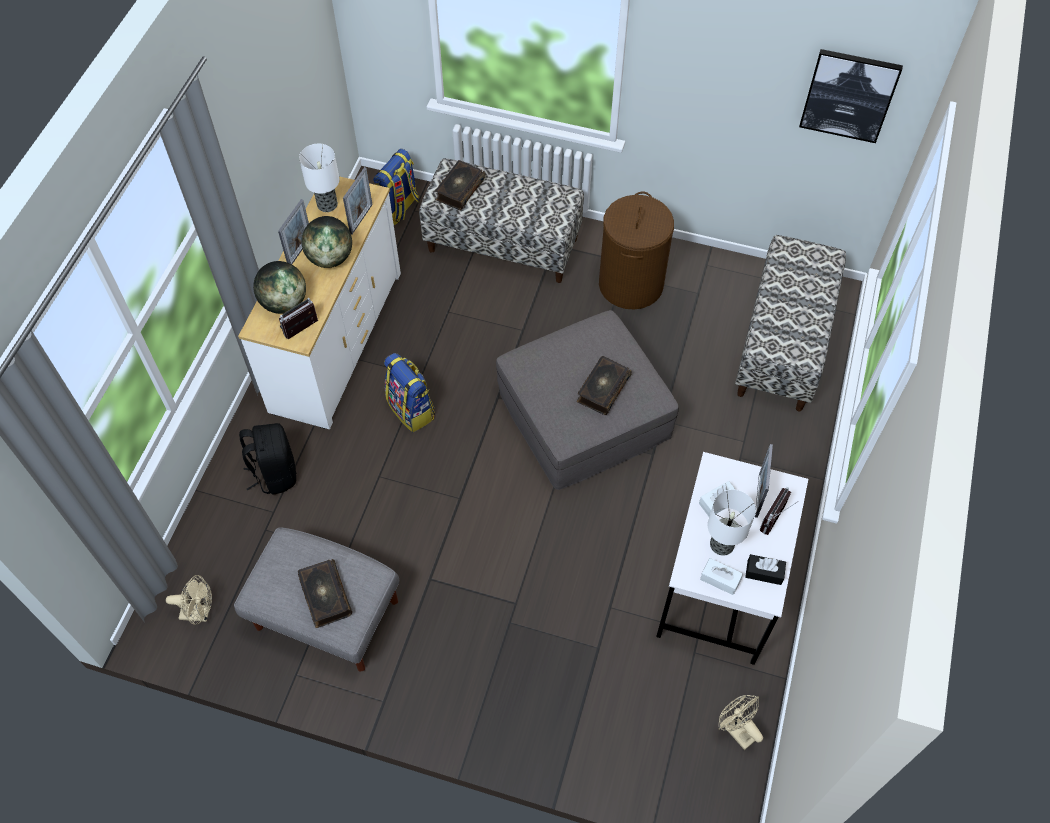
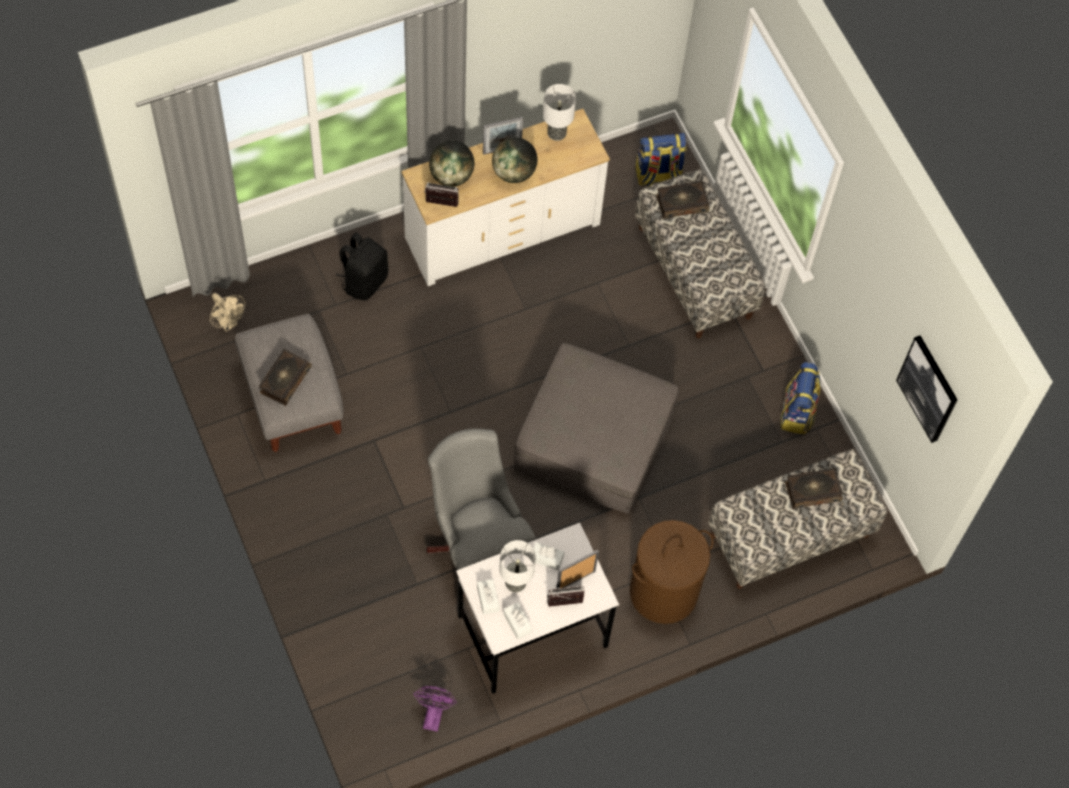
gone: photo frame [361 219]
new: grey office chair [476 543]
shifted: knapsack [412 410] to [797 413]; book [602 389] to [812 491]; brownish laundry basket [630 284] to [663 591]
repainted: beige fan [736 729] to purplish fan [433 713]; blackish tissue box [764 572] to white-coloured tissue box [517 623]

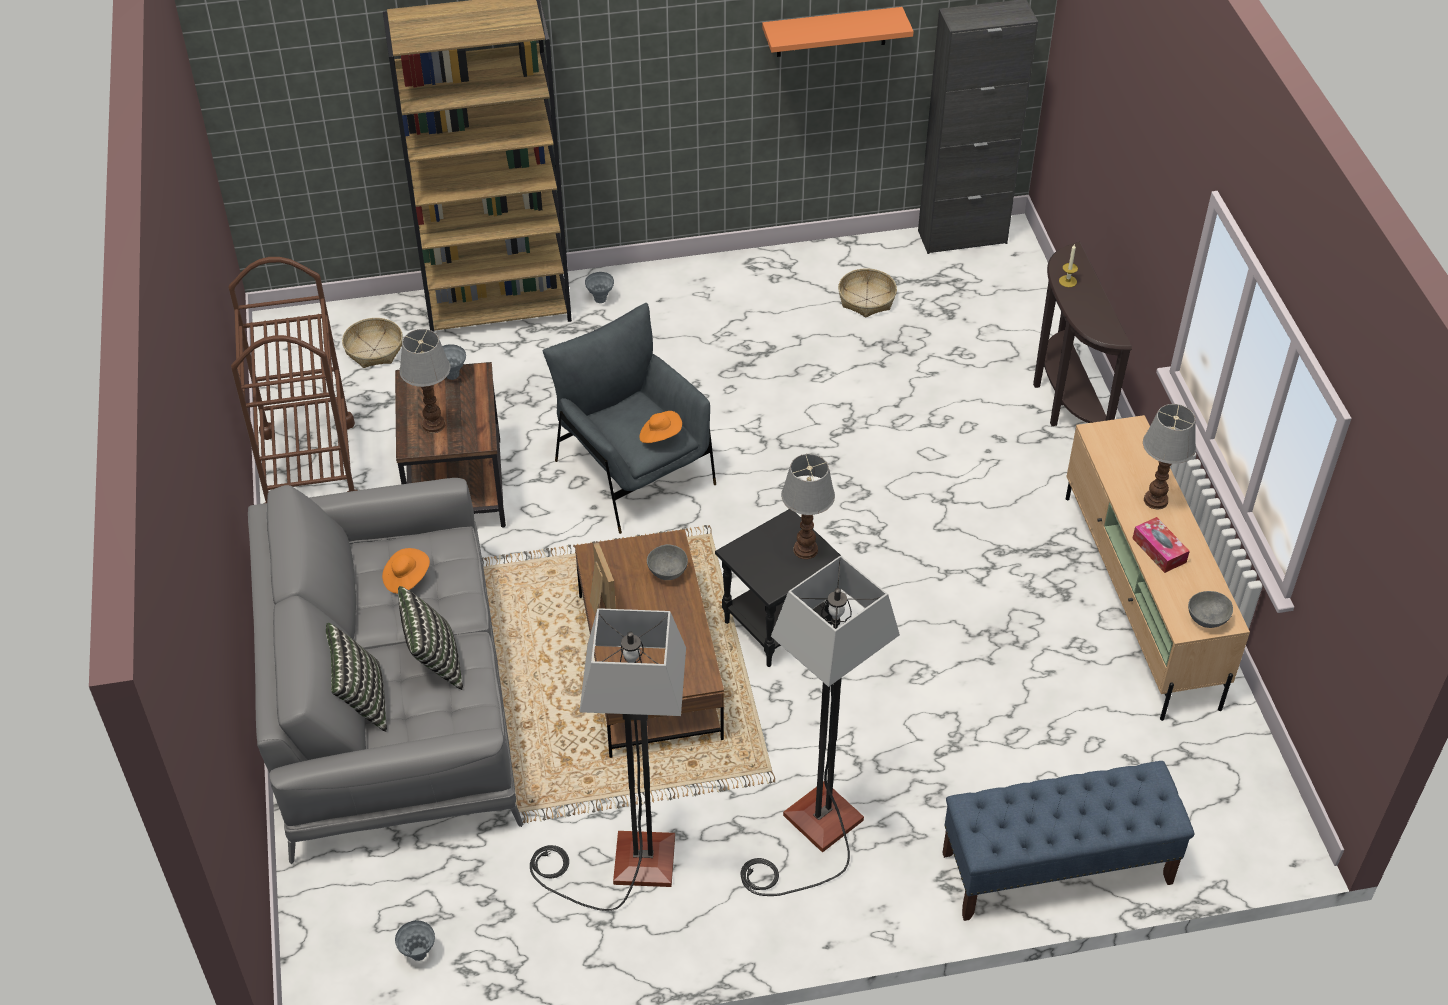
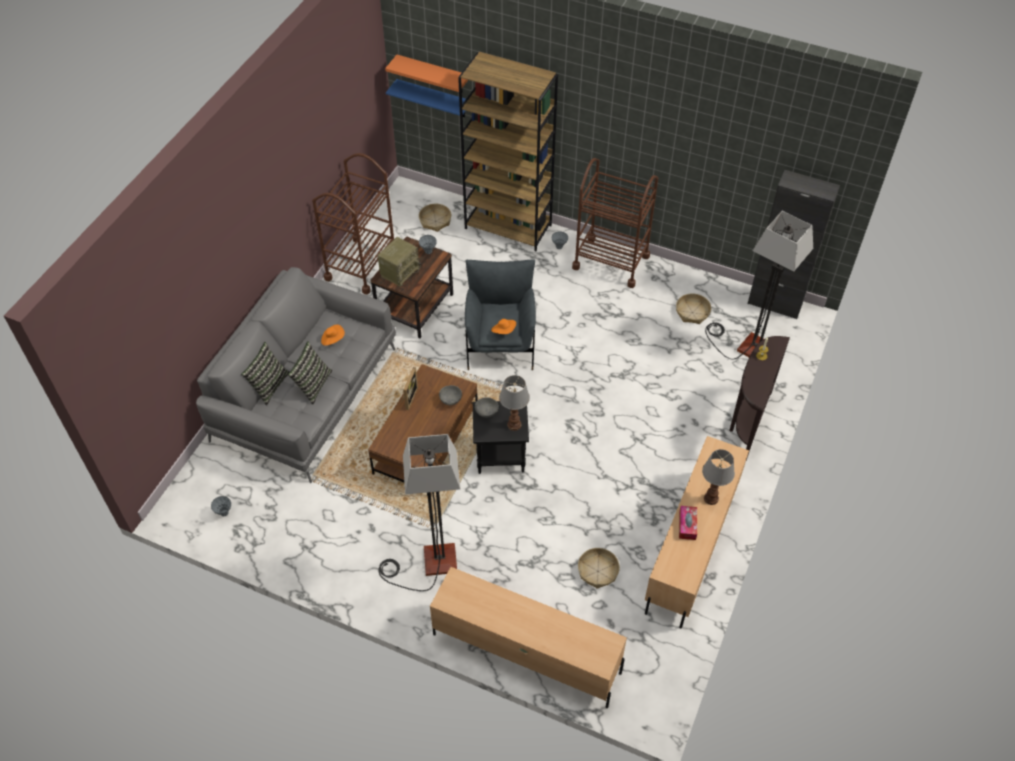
new: bluish wall shelf [434 98]; brownish wheeled cart [611 262]; basket [597 571]
shifted: standard lamp [622 865] to [745 346]; orangey wall shelf [831 32] to [433 74]; grey serving bowl [1208 619] to [487 413]
swapped: table lamp [433 424] to radio [400 271]; bluish indoor bench [1056 868] to beige tv unit [525 652]

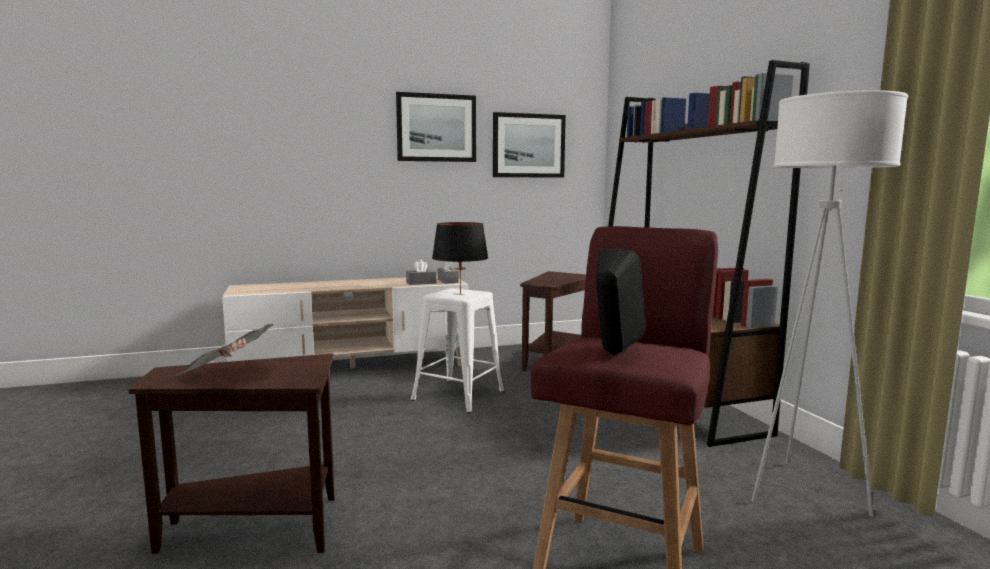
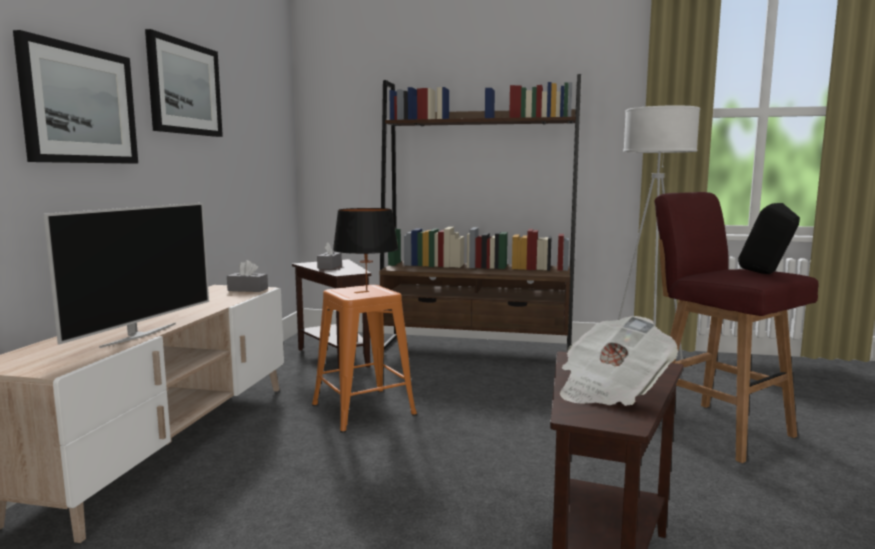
new: TV [139 335]
shifted: grey tissue box [421 283] to [329 266]; wall picture [528 146] to [80 105]
repainted: white-coloured sitting stool [458 395] to orangey sitting stool [363 409]

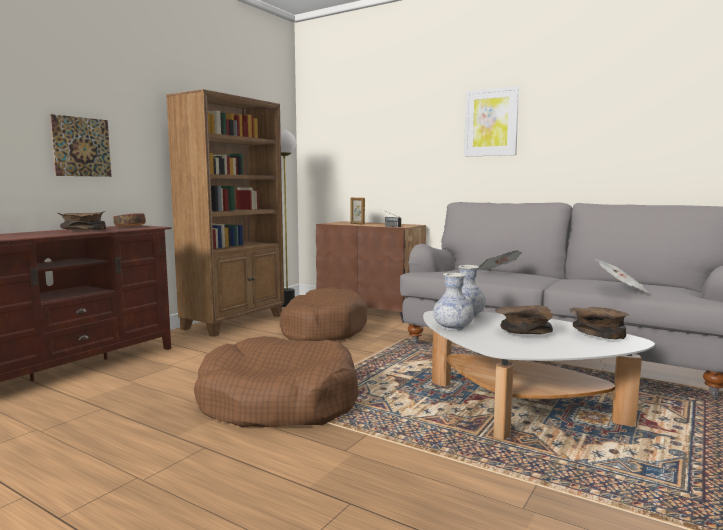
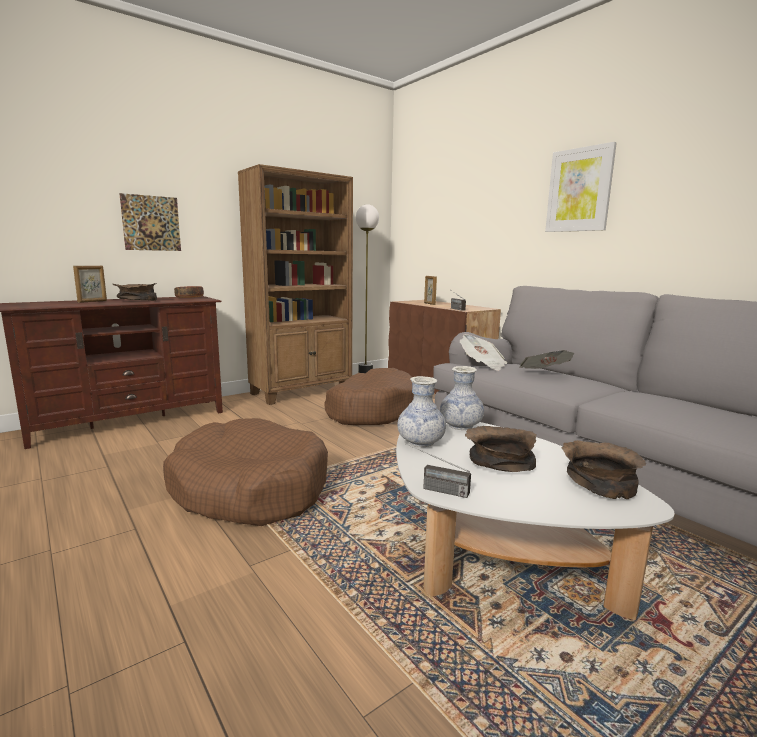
new: photo frame [93 301]; radio [434 489]
shifted: daily paper [621 289] to [482 365]

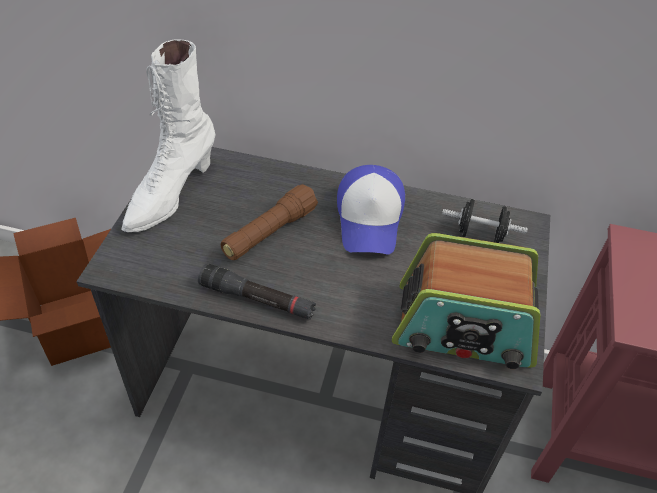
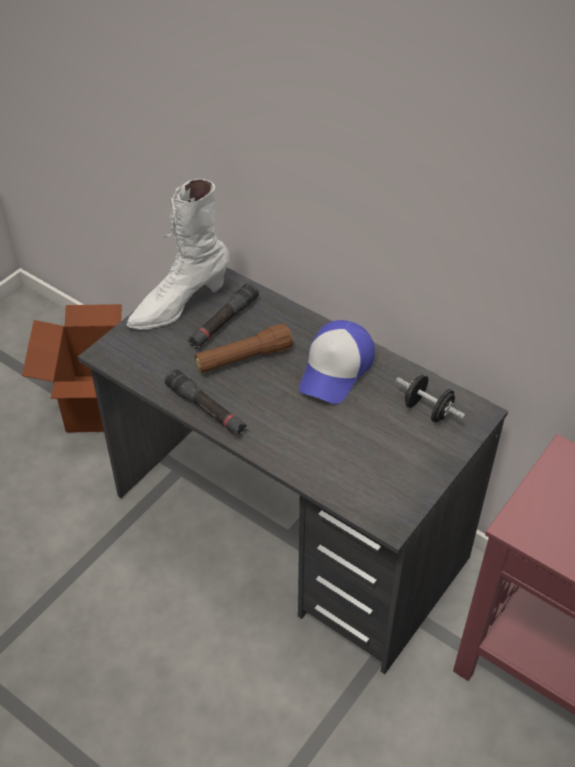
gone: radio [463 327]
new: blackish hand torch [223 322]

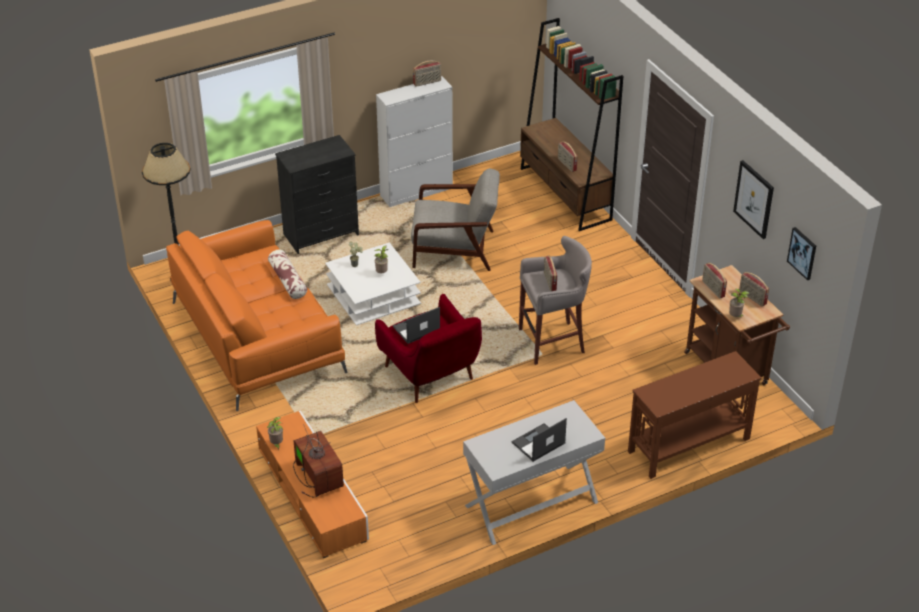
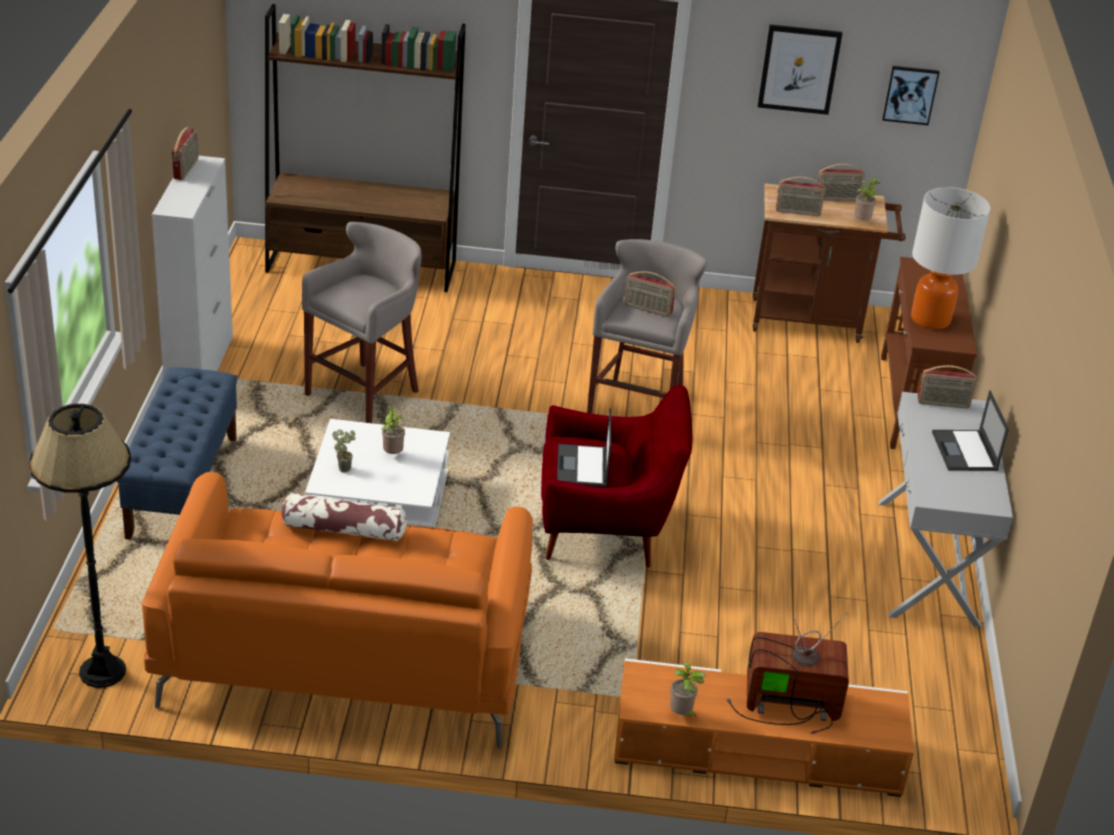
new: table lamp [931 319]
shifted: radio [566 164] to [943 404]
swapped: blackish drawer chest [321 235] to bluish indoor bench [183 487]; grey lounge chair [455 249] to grey sitting stool [365 393]

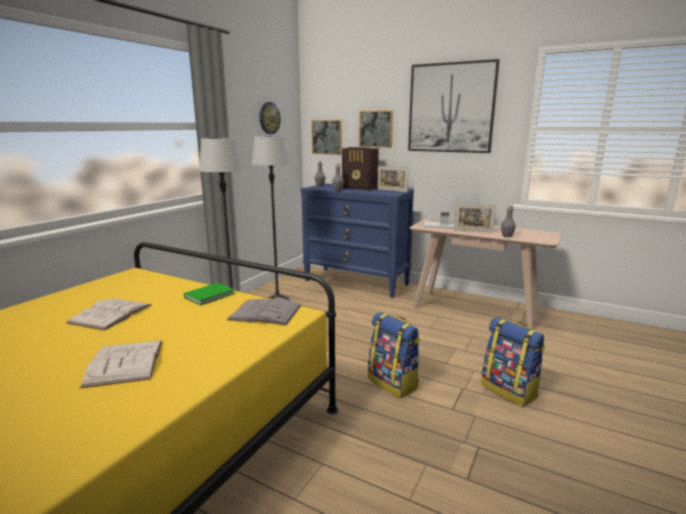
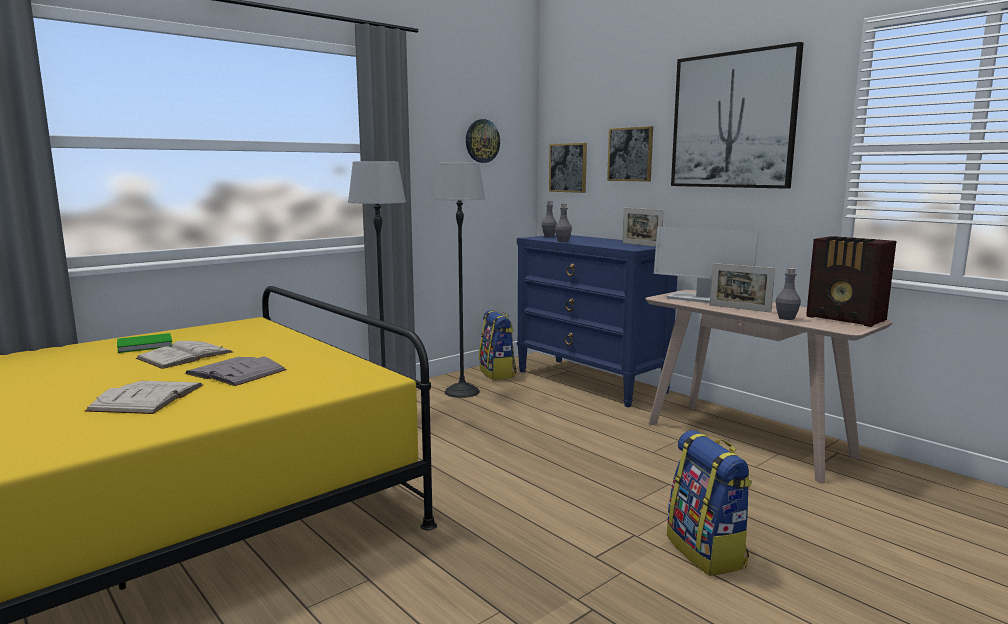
shifted: green-coloured book [211 295] to [146 345]; grey book [265 313] to [236 372]; radio [360 188] to [846 319]; knapsack [393 383] to [498 373]

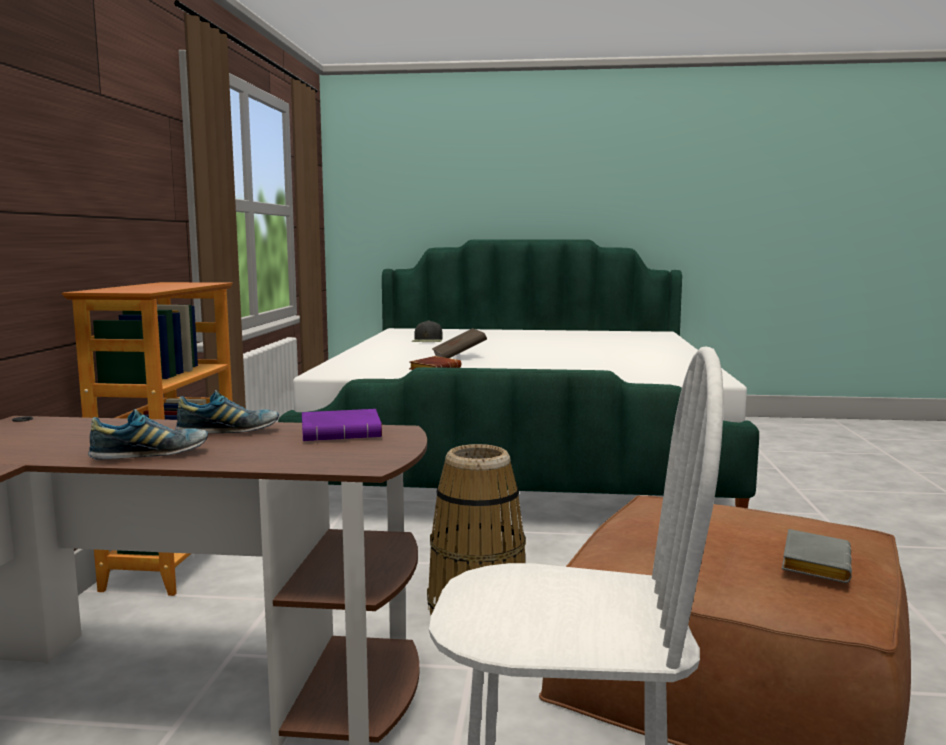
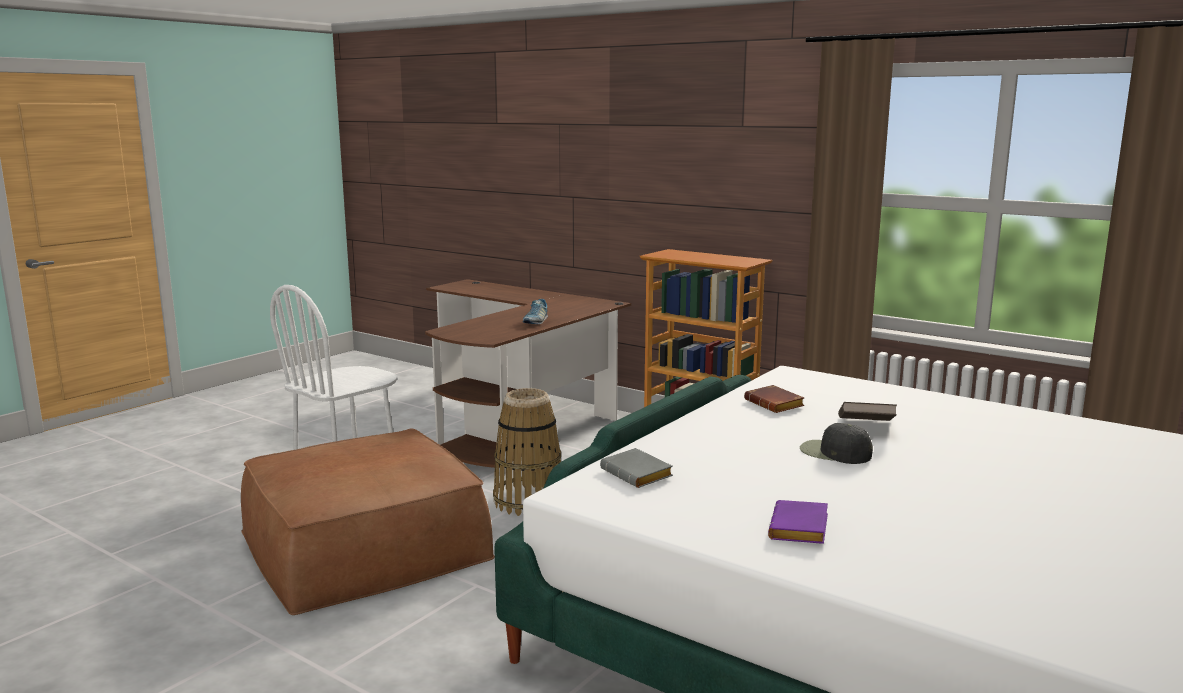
gone: low shoe [151 455]
shifted: purplish book [343 433] to [801 530]; blackish peaked cap [427 340] to [834 453]; grey book [813 562] to [639 474]

